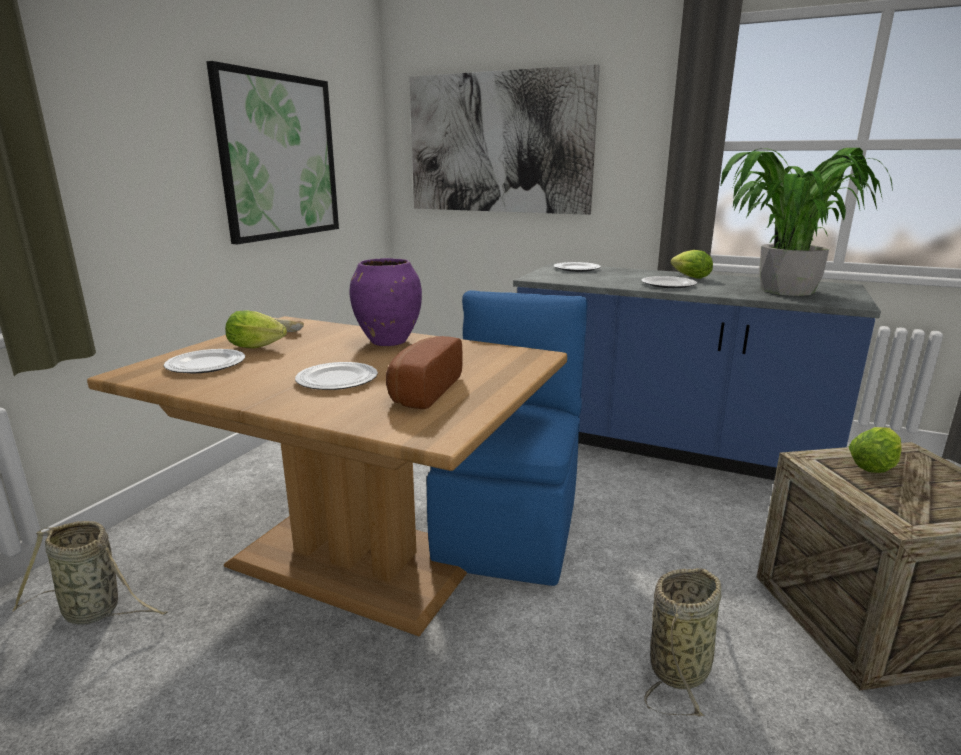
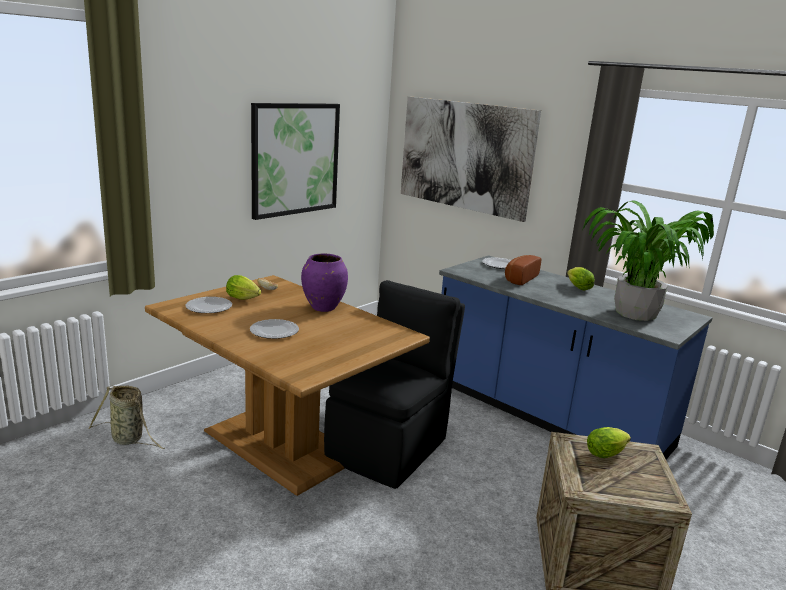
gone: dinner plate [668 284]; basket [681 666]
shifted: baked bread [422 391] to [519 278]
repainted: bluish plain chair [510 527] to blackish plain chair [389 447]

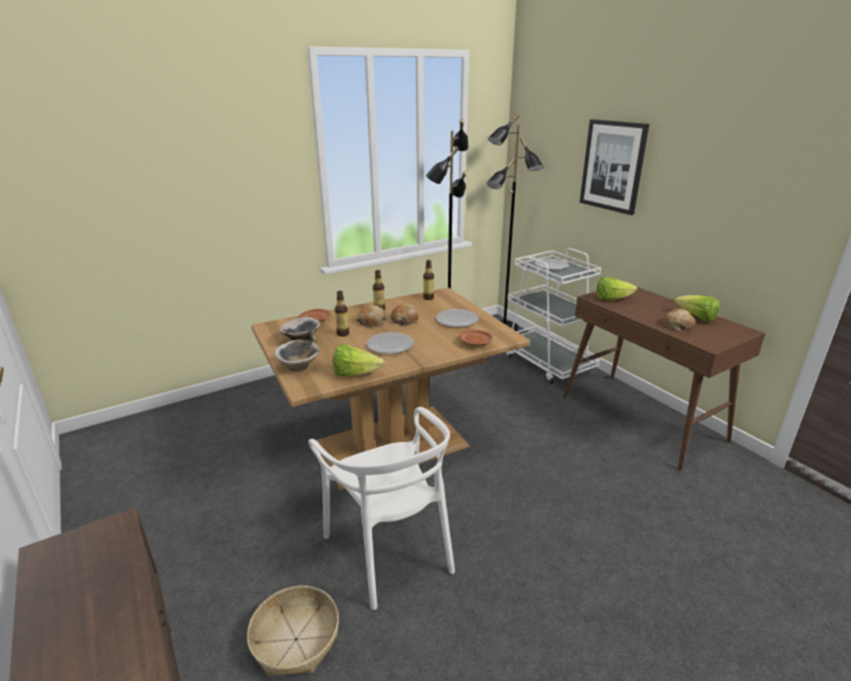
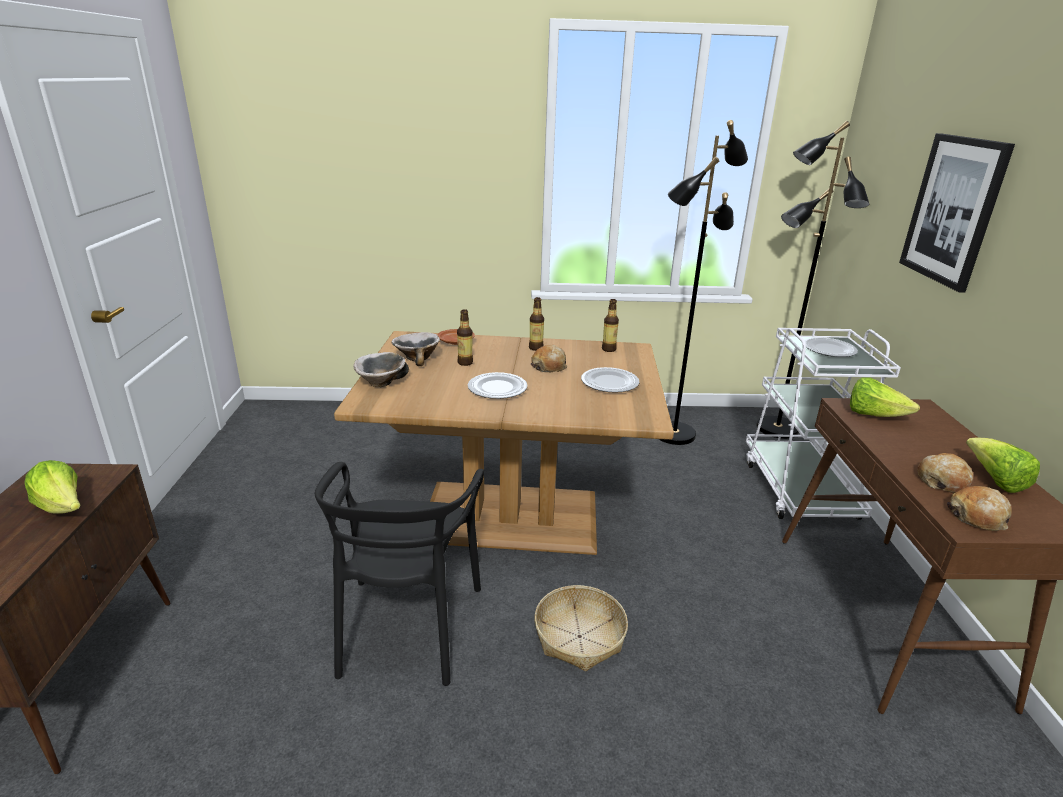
gone: brownish dinner plate [476 343]
shifted: basket [295 639] to [579 636]; lettuce head [355 374] to [63 508]; baked bread [372 322] to [977 516]
repainted: white-coloured plain chair [390 550] to blackish plain chair [407 627]

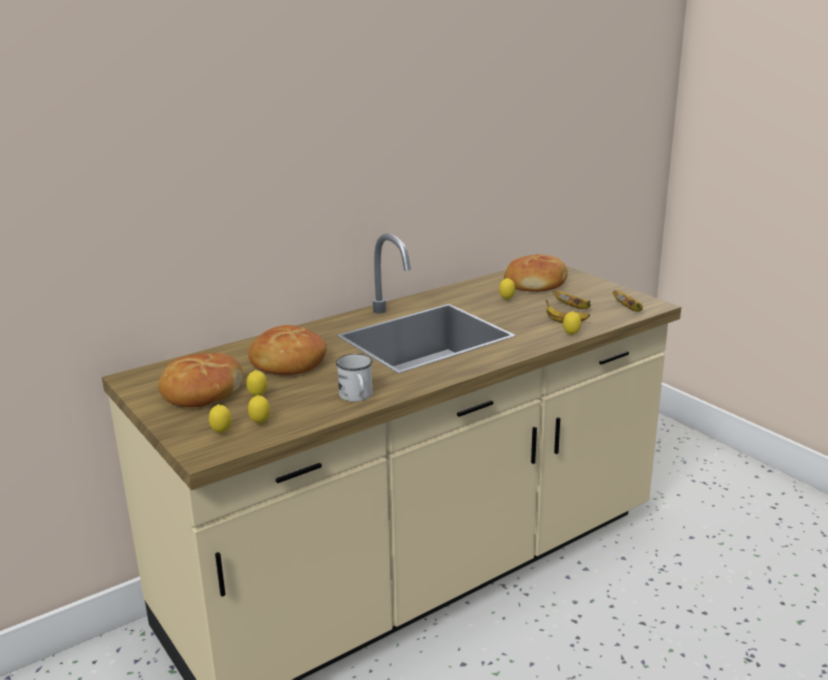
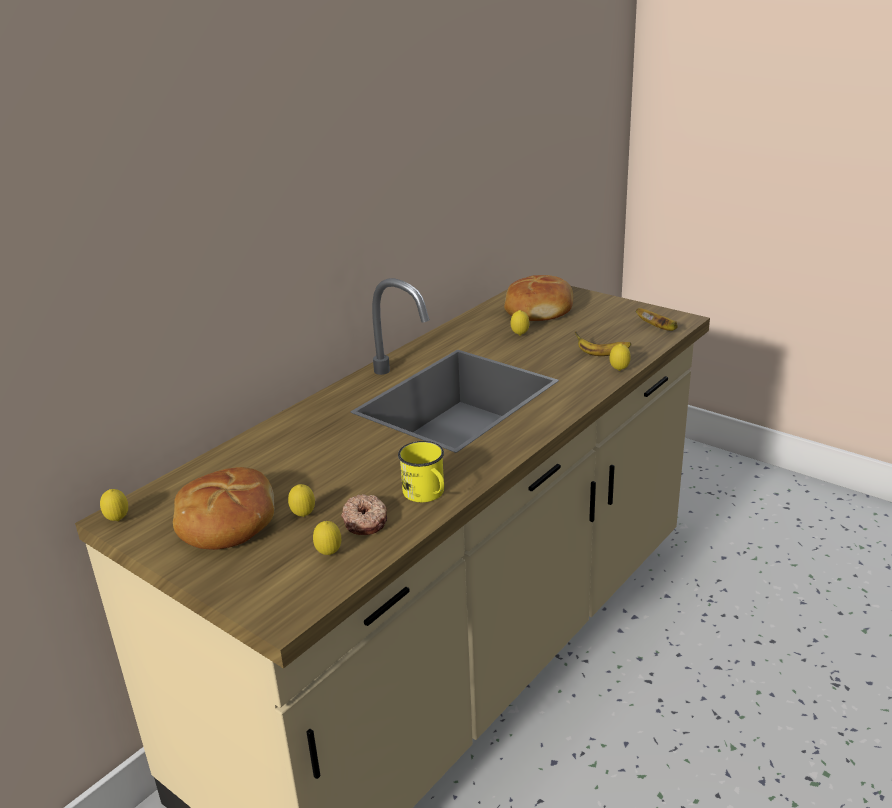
gone: baked bread [287 363]; whole banana [573 307]
new: donut [366 521]
shifted: whole lemon [221 433] to [118 520]
repainted: white-coloured mug [357 397] to yellow mug [427 494]

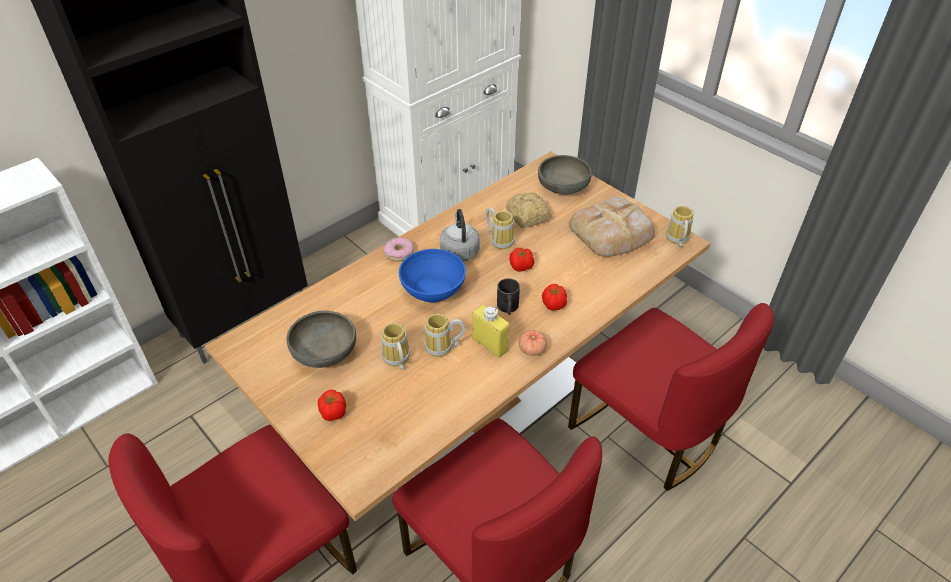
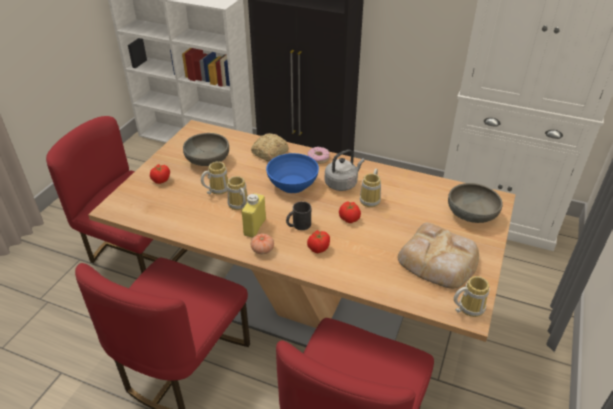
shifted: baked bread [527 217] to [269 153]

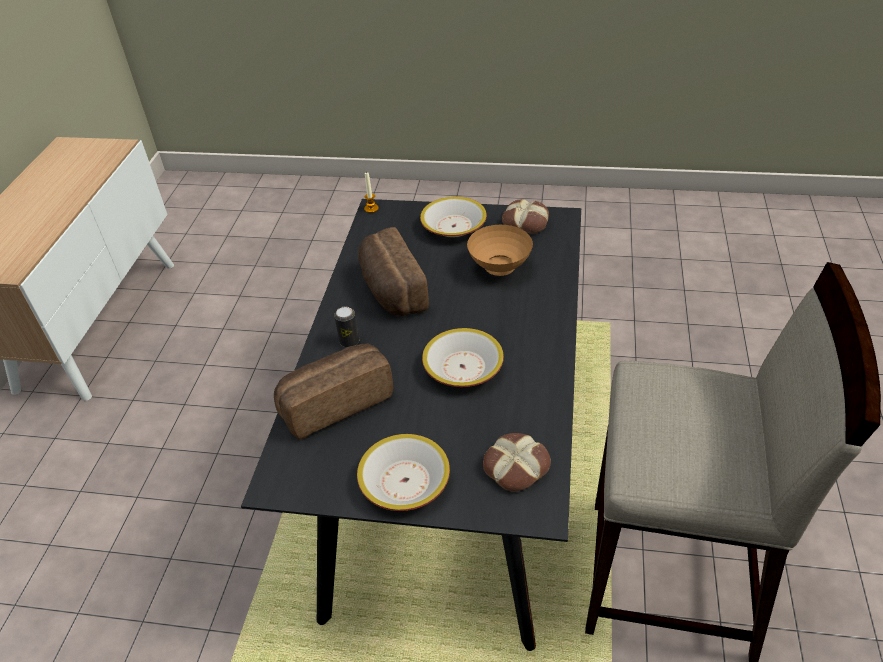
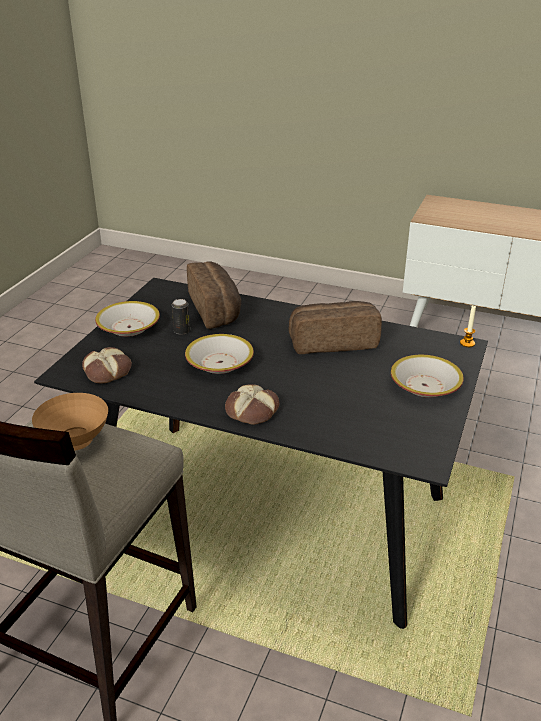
shifted: sealed can [349 341] to [182 331]; brownish serving bowl [501 268] to [75 443]; baked bread [526 221] to [253 411]

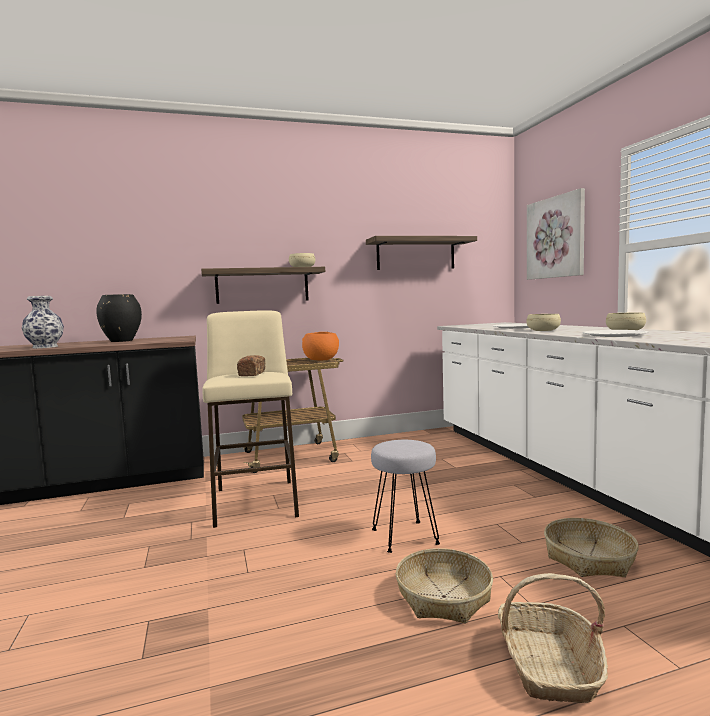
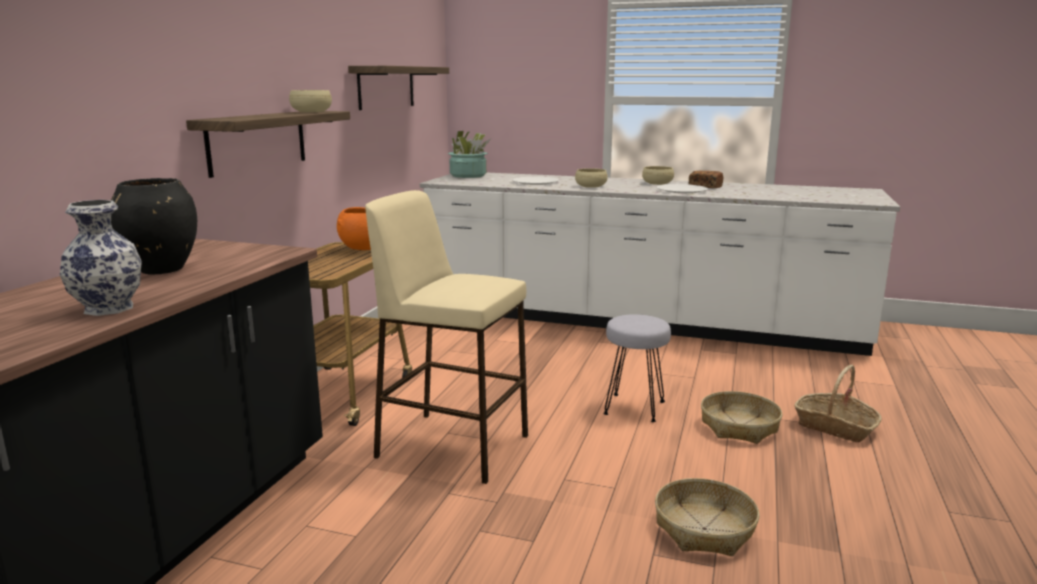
gone: wall picture [556 237]
new: plant in a pot [468 175]
shifted: baked bread [252 374] to [705 186]; basket [588 558] to [704 529]

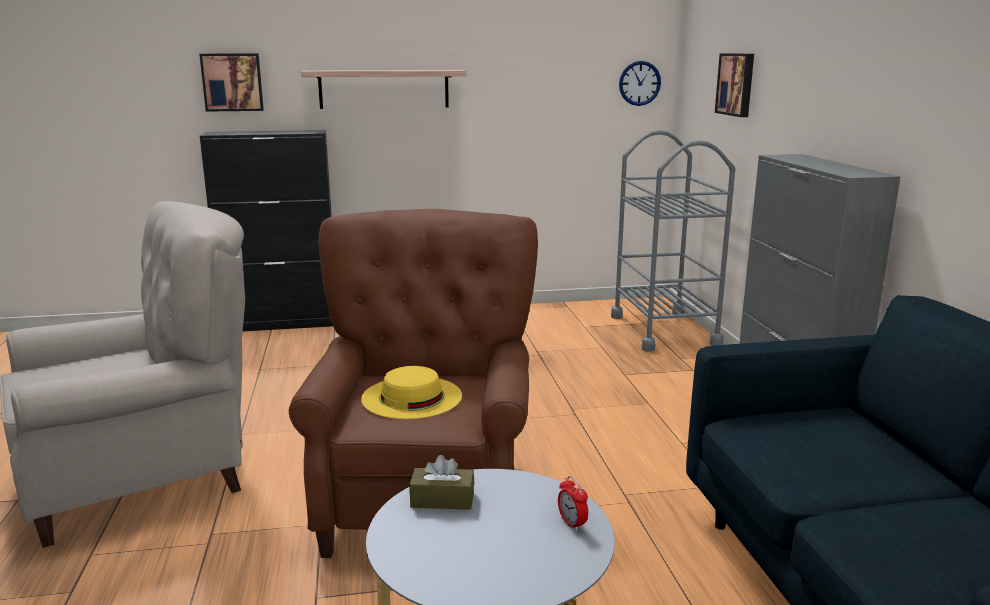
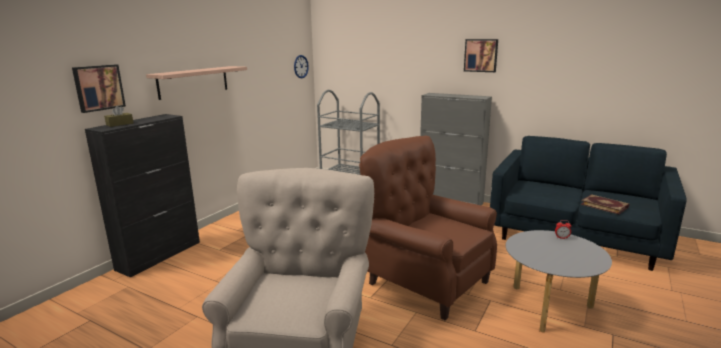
gone: yellow clothing hat [411 397]
new: book [604 205]
shifted: brownish tissue box [442 500] to [120 124]; wall picture [736 84] to [481 55]

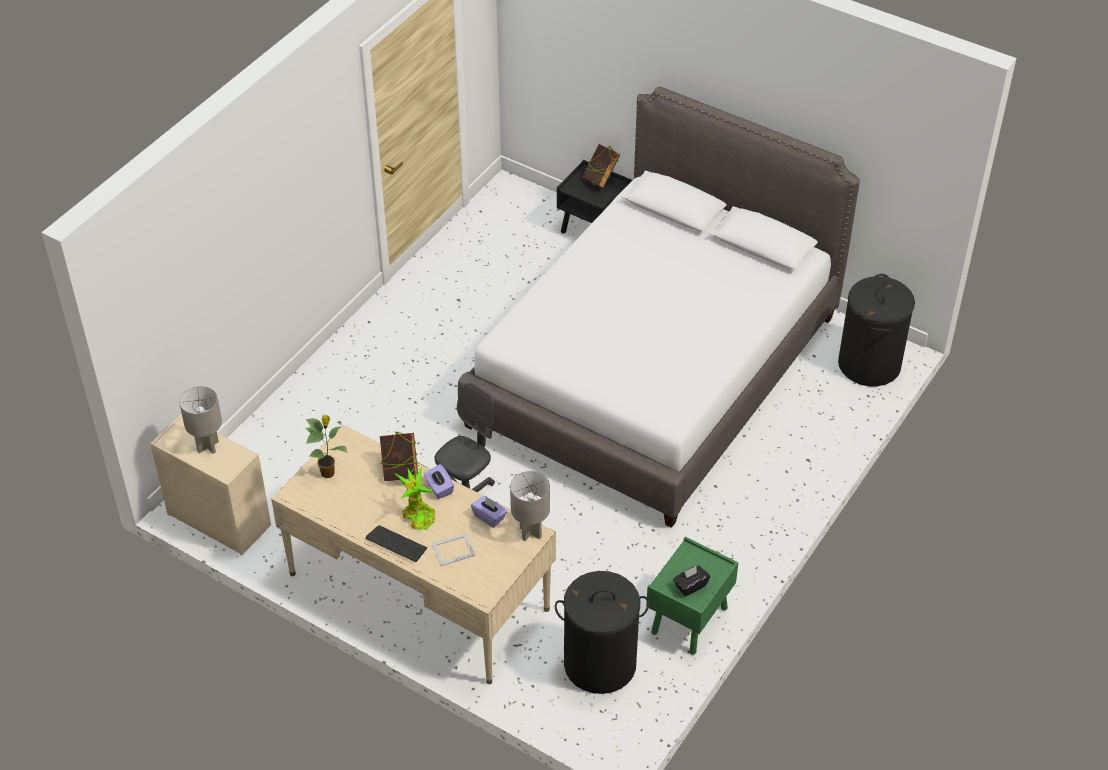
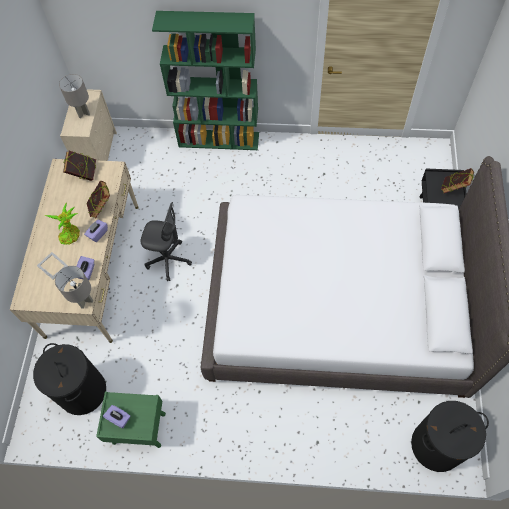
gone: keyboard [396 544]
new: green-coloured bookshelf [219 139]
swapped: plant in a pot [328 473] to book [84 174]
repainted: blackish tissue box [690 586] to purplish tissue box [119 418]

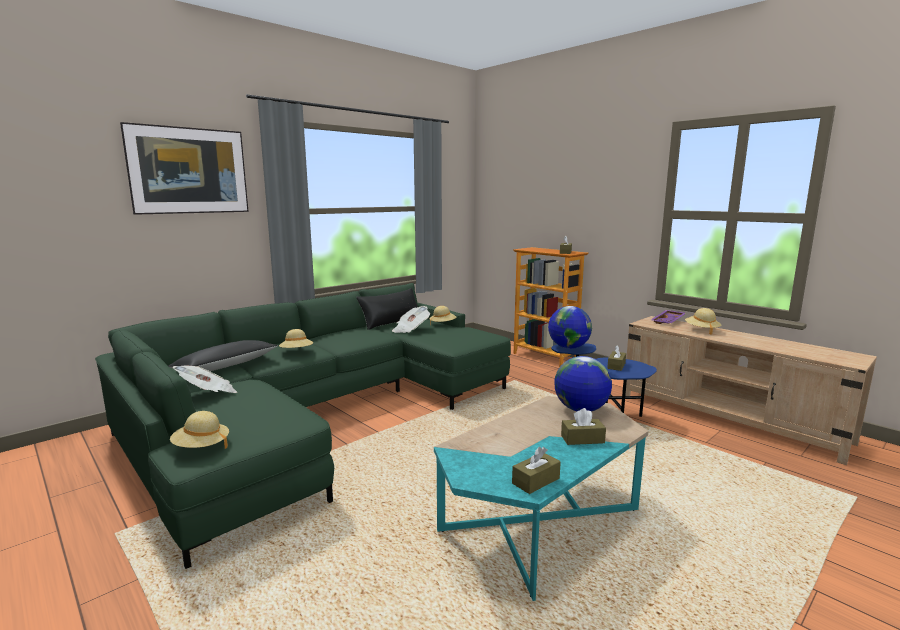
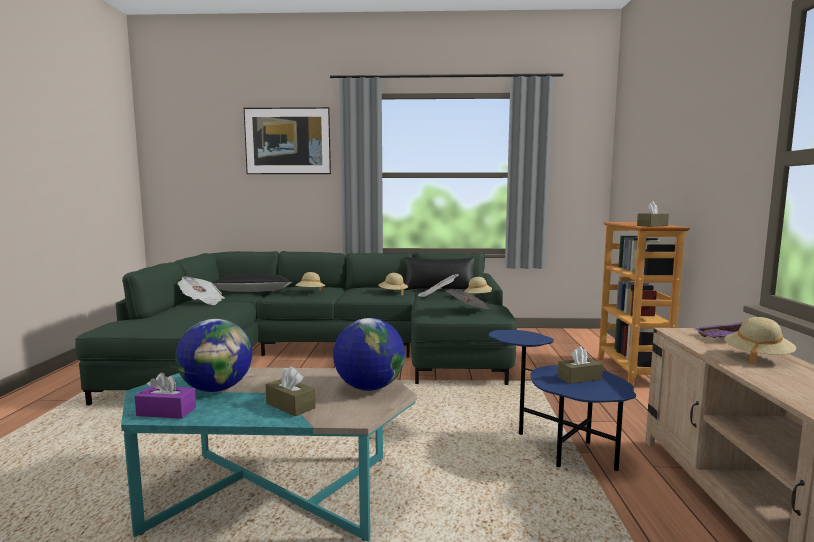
new: daily paper [468 311]
shifted: beige clothing hat [201 447] to [393 293]; desk globe [568 347] to [217 389]
repainted: brownish tissue box [535 481] to purplish tissue box [166 411]

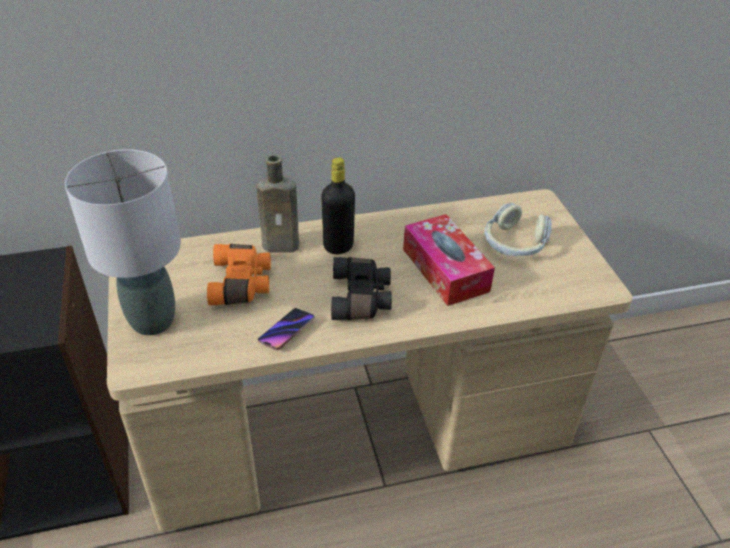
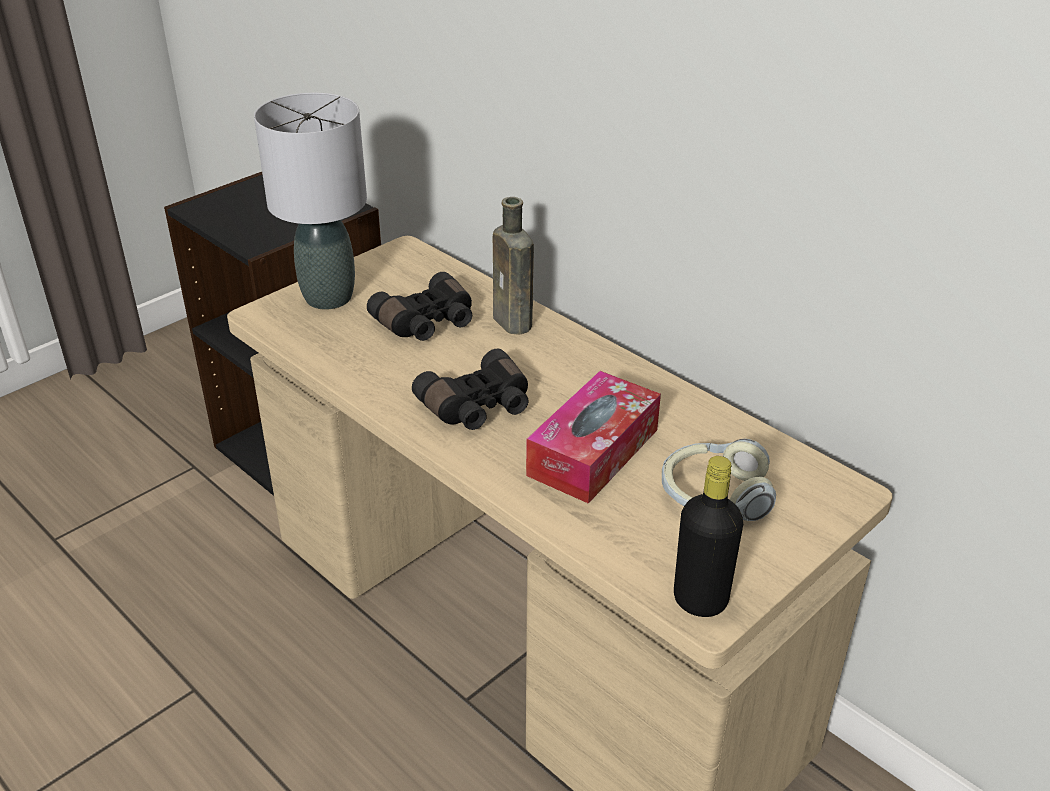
gone: phone [286 331]
shifted: blackish drink bottle [338 246] to [700 600]
repainted: orangey binoculars [242 283] to blackish binoculars [427 323]

